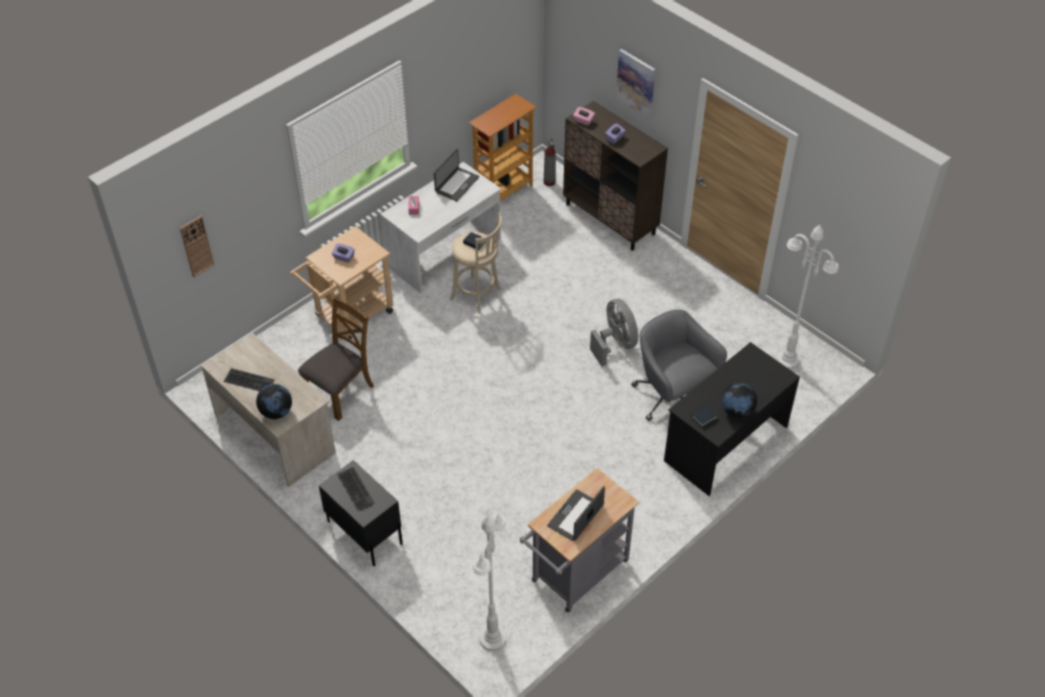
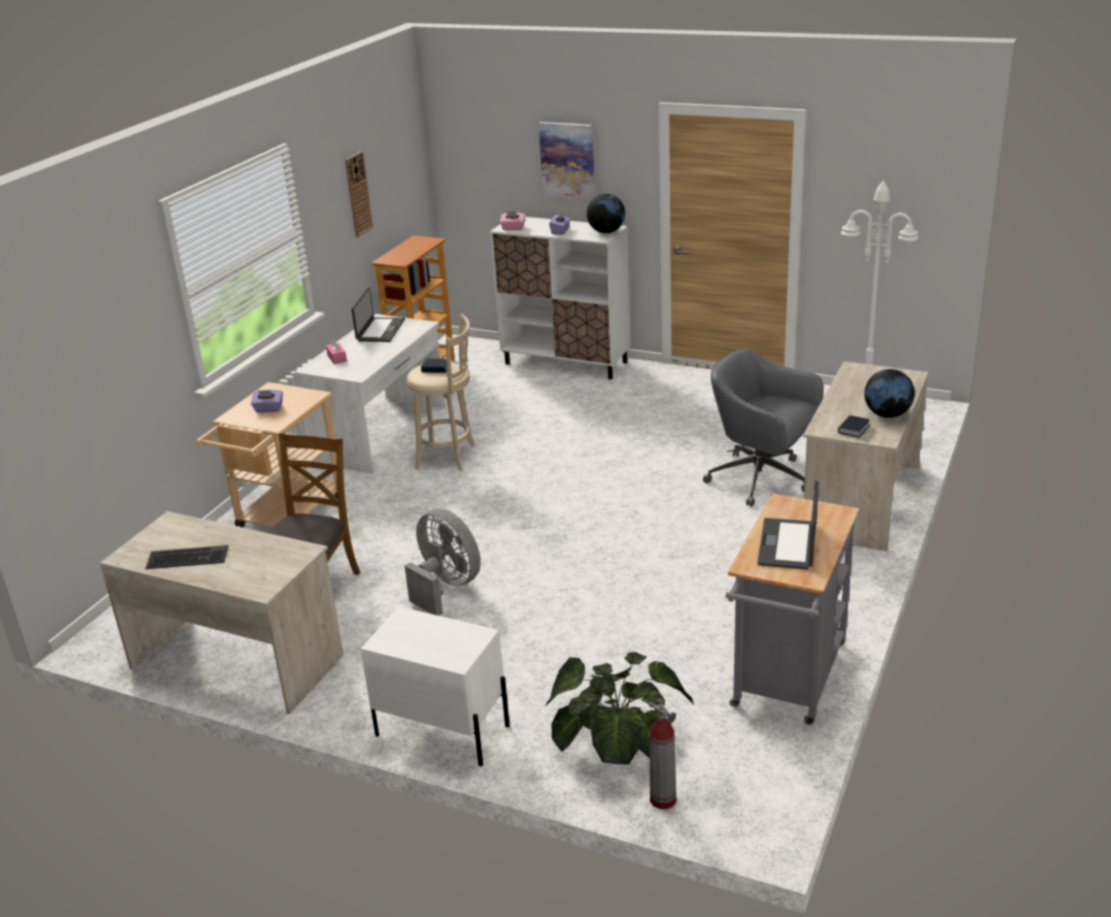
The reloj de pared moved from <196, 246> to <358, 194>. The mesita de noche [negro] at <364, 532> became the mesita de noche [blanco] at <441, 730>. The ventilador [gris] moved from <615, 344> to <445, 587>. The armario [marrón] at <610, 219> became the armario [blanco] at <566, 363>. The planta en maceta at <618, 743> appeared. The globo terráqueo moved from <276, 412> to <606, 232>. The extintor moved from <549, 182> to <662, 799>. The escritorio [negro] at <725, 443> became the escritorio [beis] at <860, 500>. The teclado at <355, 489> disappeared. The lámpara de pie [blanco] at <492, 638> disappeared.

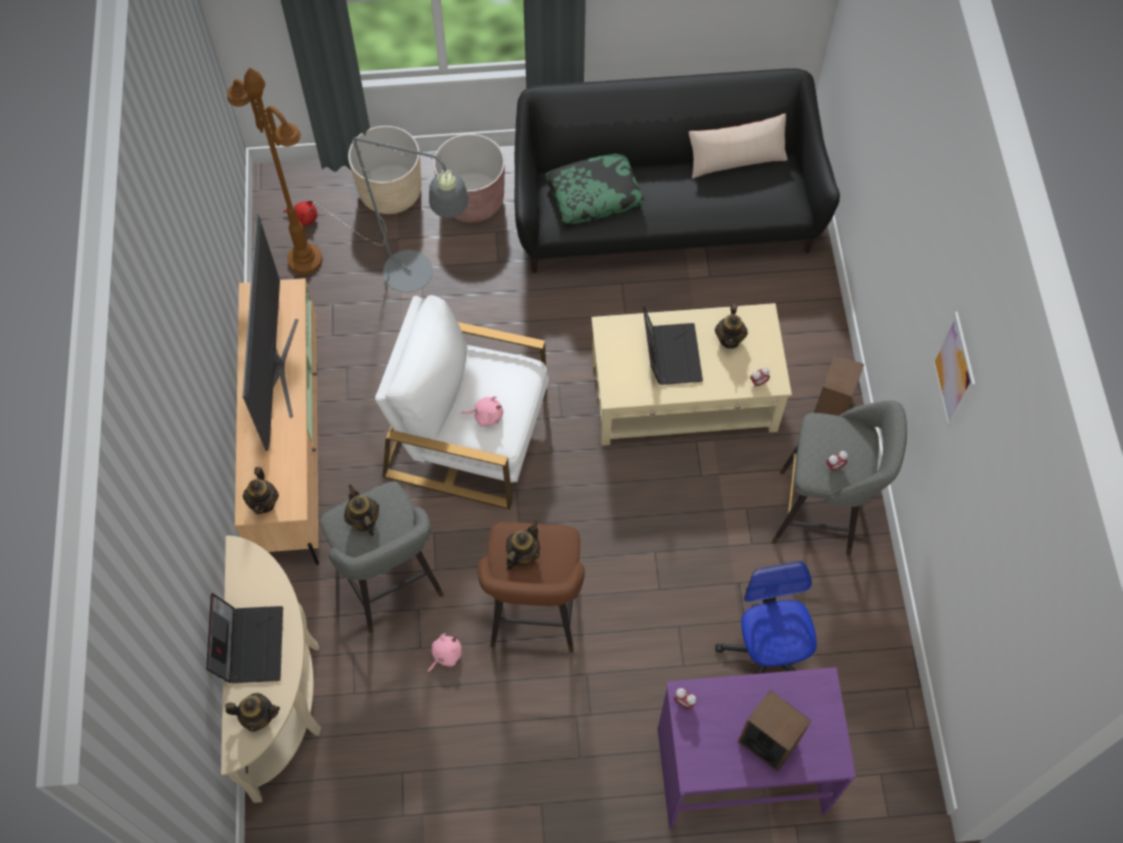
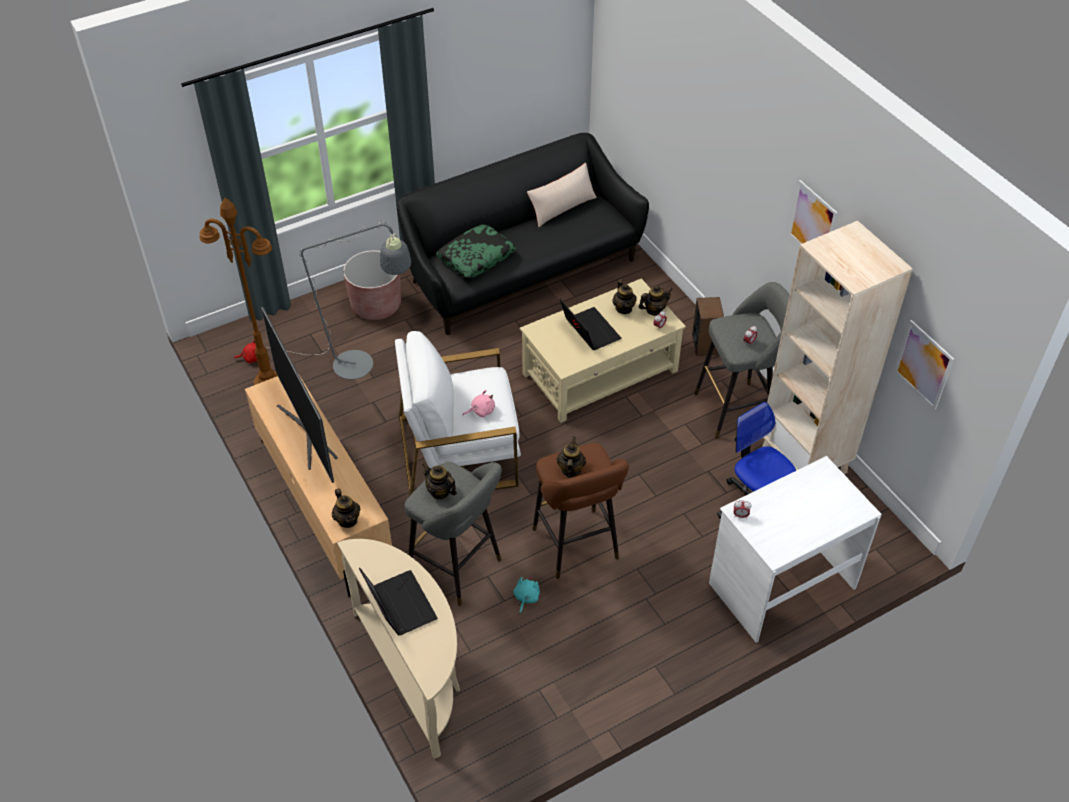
The peluche [rosa] at <445, 655> became the peluche [turquesa] at <526, 598>. The tetera moved from <258, 716> to <654, 310>. The escritorio [morado] at <740, 769> became the escritorio [blanco] at <781, 584>. The estantería [beis] at <804, 461> appeared. The cuadro at <923, 364> appeared. The maceta [beis] at <390, 192> disappeared. The altavoz at <768, 741> disappeared.

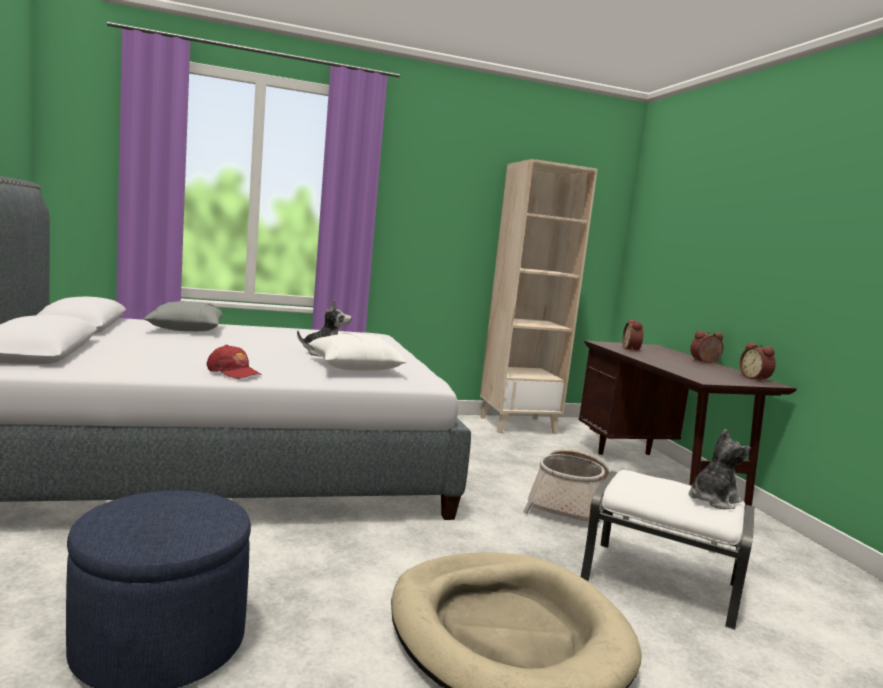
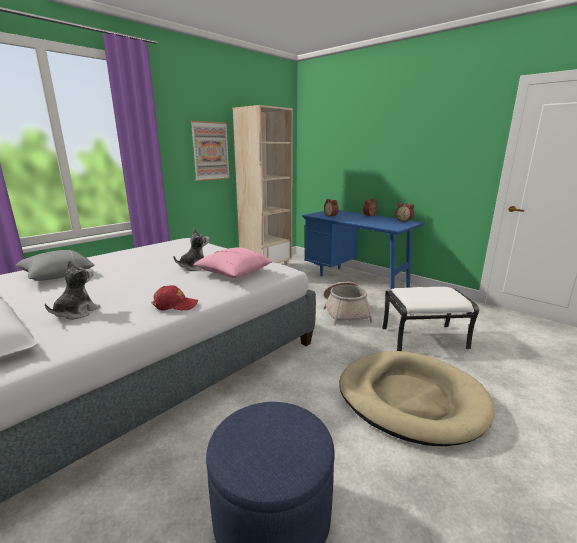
The peluche moved from <712, 500> to <76, 312>. The cuadro at <210, 151> appeared. The cojín [blanco] at <354, 367> became the cojín [rosa] at <234, 273>. The escritorio [marrón] at <658, 475> became the escritorio [azul] at <356, 279>.

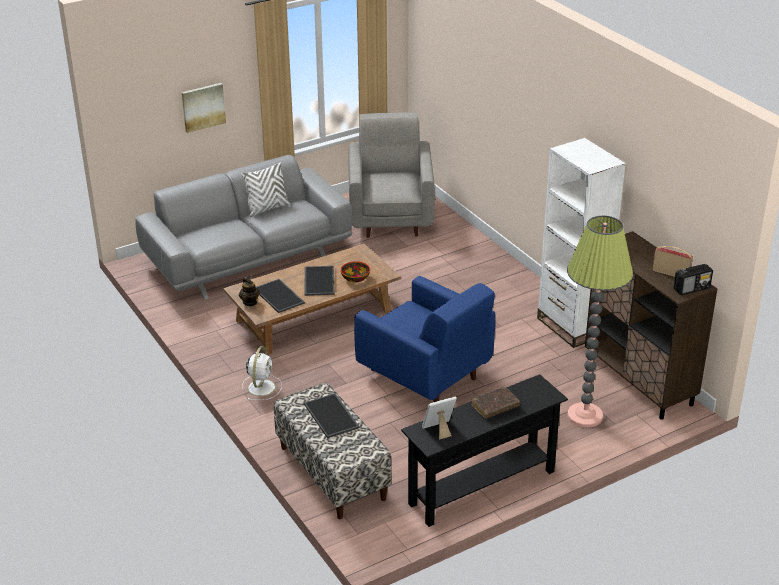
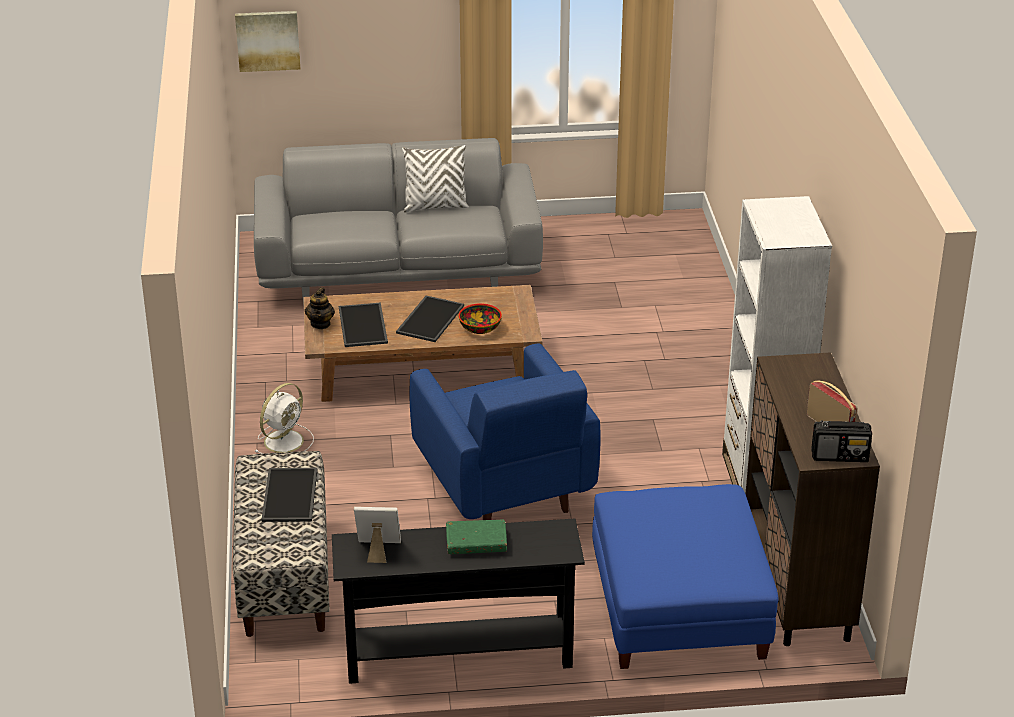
The cuadro moved from <203, 107> to <268, 40>. The libro [marrón] at <495, 407> became the libro [verde] at <476, 543>. The lámpara de pie at <585, 416> was replaced by the puf [azul] at <678, 607>. The sillón [gris] at <391, 216> disappeared.

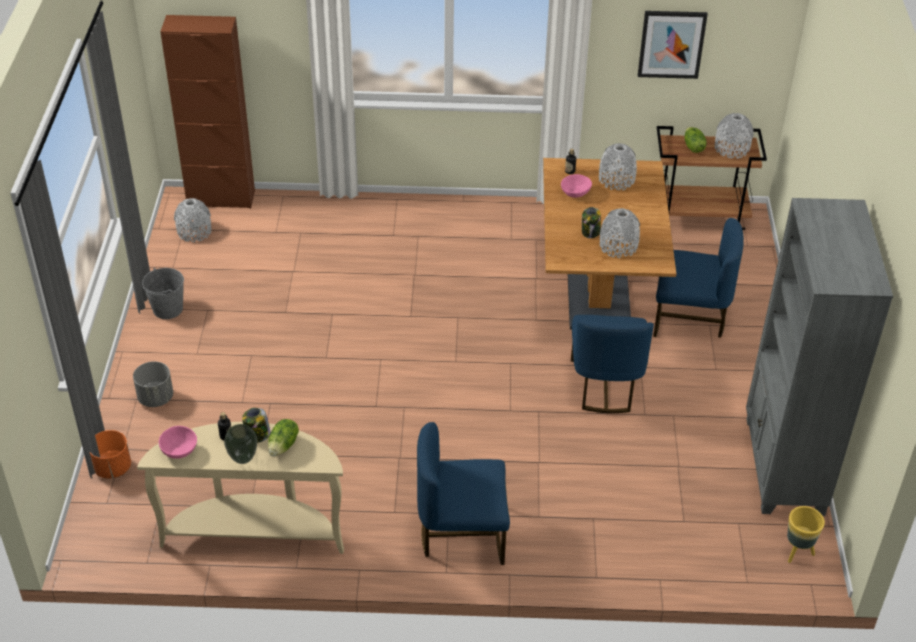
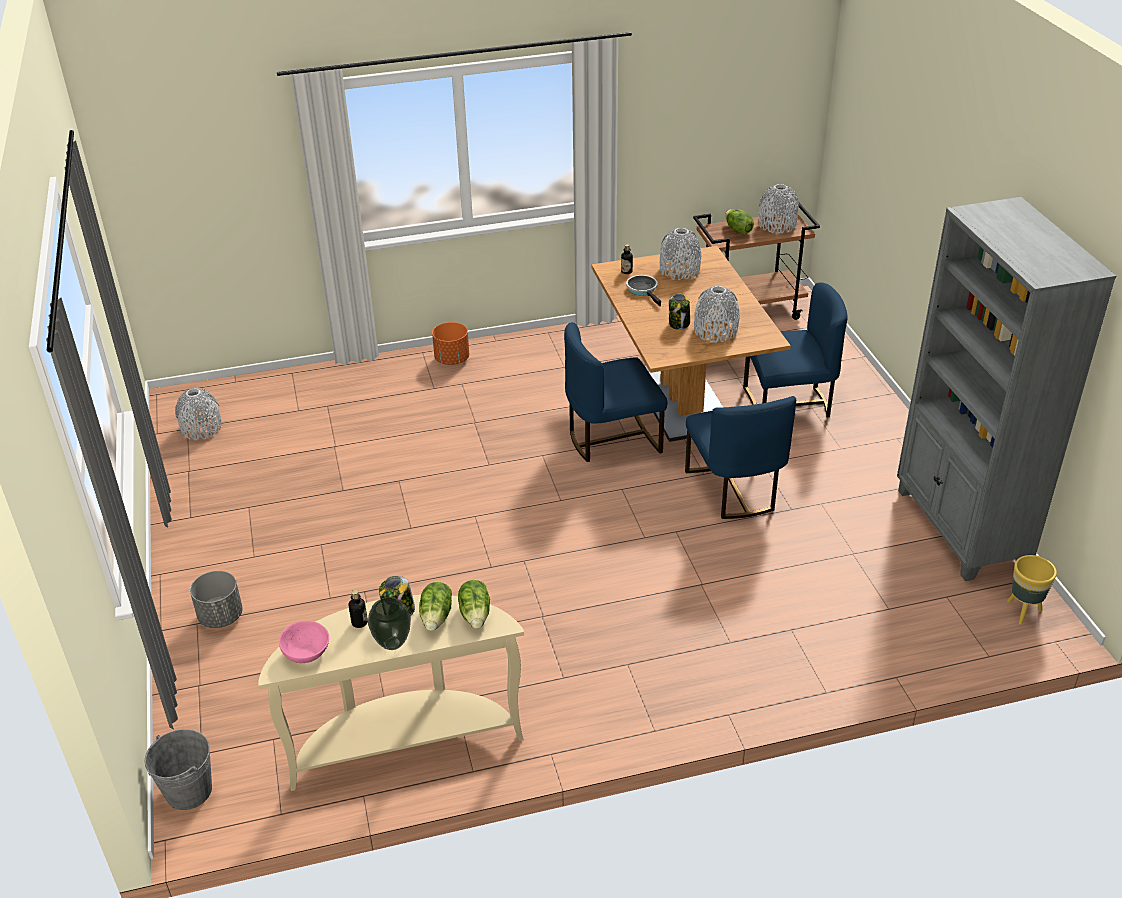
The cubo [gris] moved from <168, 309> to <188, 791>. The maceta [naranja] moved from <112, 468> to <451, 359>. The lechuga at <476, 614> appeared. The silla [azul] moved from <462, 534> to <613, 439>. The cuenco [rosa] at <575, 193> was replaced by the sartén at <643, 290>. The armario [marrón] at <221, 198> disappeared. The cuadro at <671, 44> disappeared.

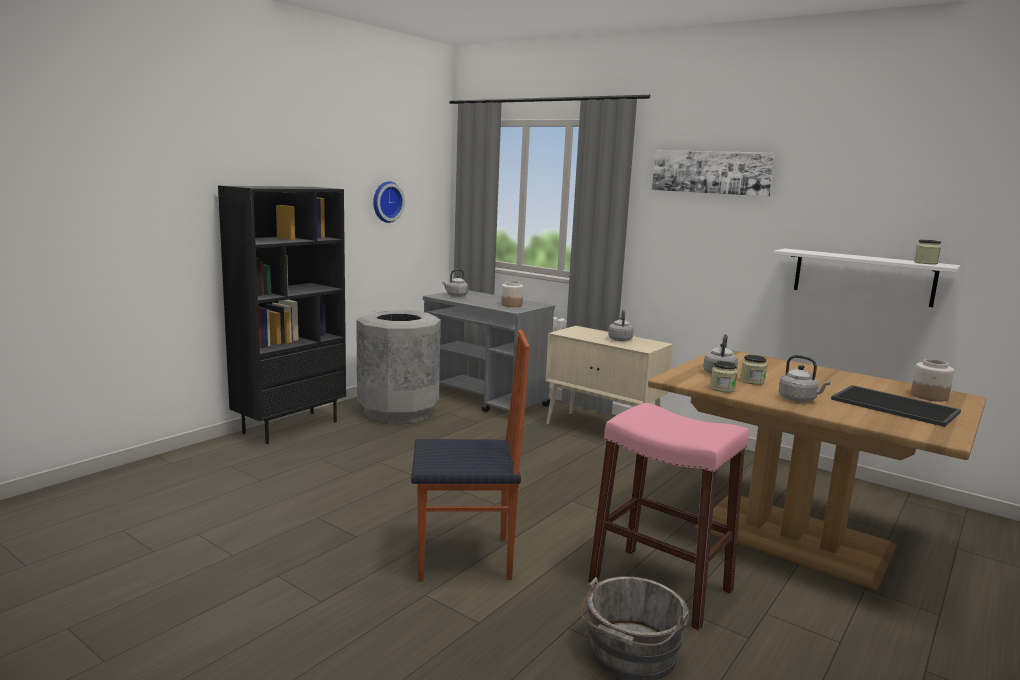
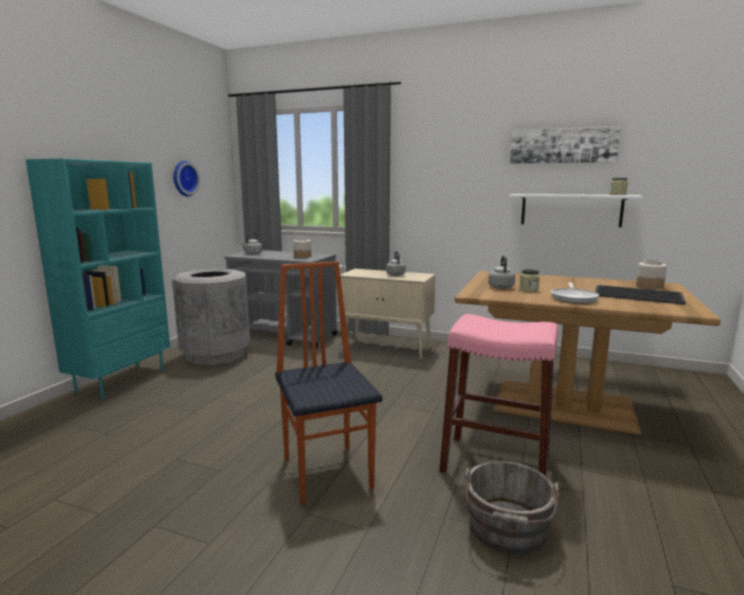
The estantería [negro] at <290, 427> became the estantería [turquesa] at <121, 380>. The silla at <465, 559> turned 90 degrees counterclockwise. The cuadro moved from <711, 172> to <562, 145>. The hervidor [gris] at <799, 399> was replaced by the sartén at <574, 298>. The tarro at <722, 389> disappeared.

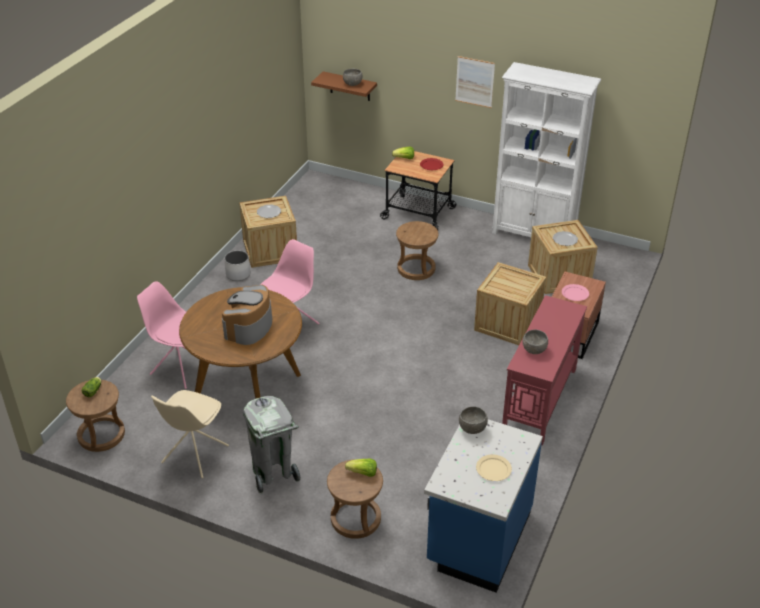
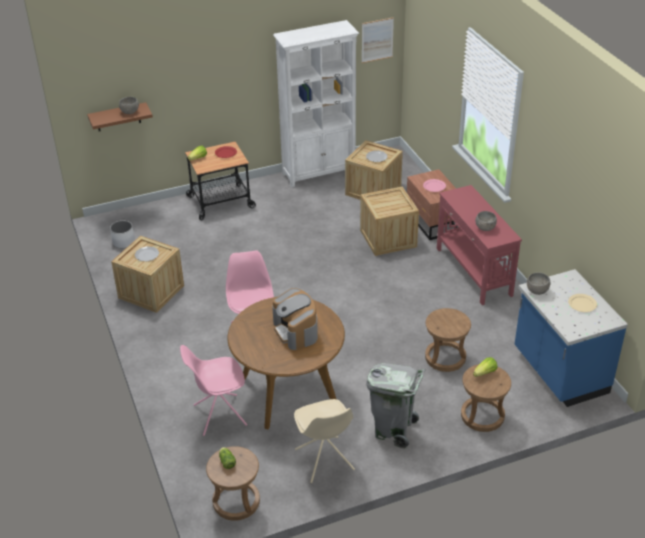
The maceta [blanco] moved from <238, 274> to <123, 242>. The cuadro moved from <474, 82> to <377, 40>. The taburete [marrón] moved from <416, 268> to <445, 357>.

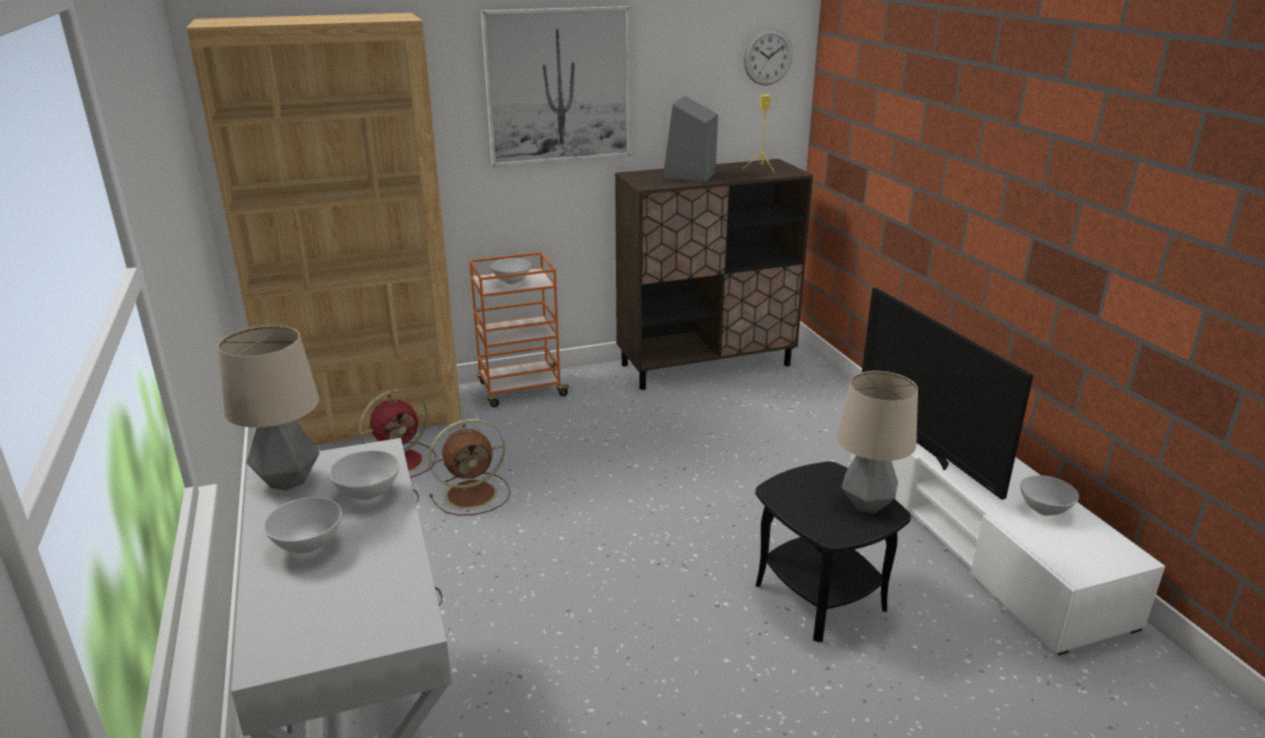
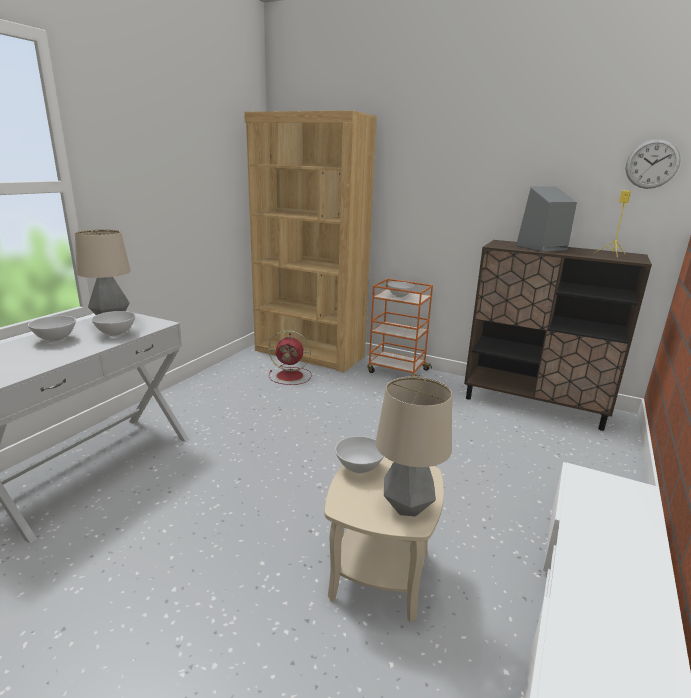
The mesa auxiliar [negro] at <819, 596> became the mesa auxiliar [beis] at <379, 574>. The cuenco [blanco] moved from <1043, 511> to <358, 469>. The ventilador [marrón] at <473, 494> disappeared. The cuadro at <558, 86> disappeared. The televisor at <926, 450> disappeared.

